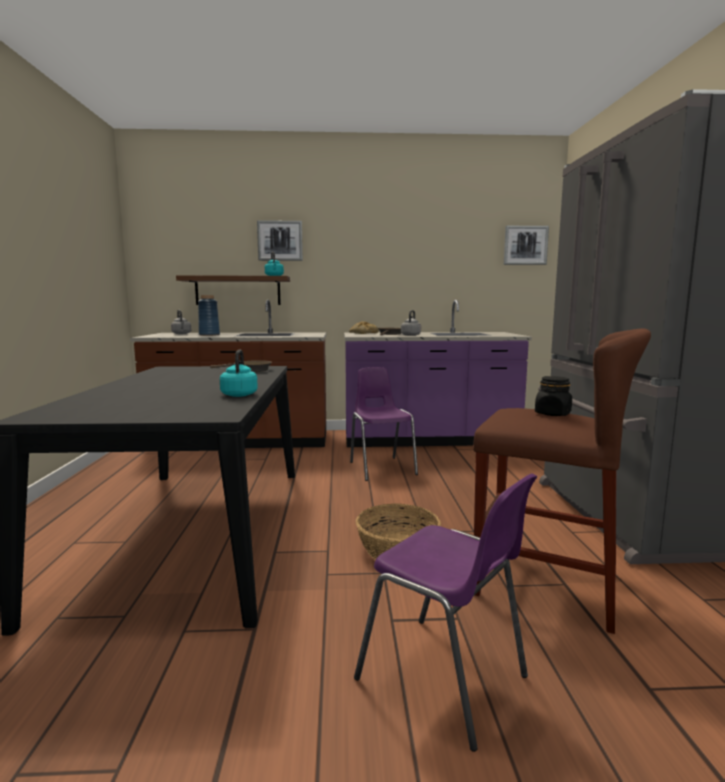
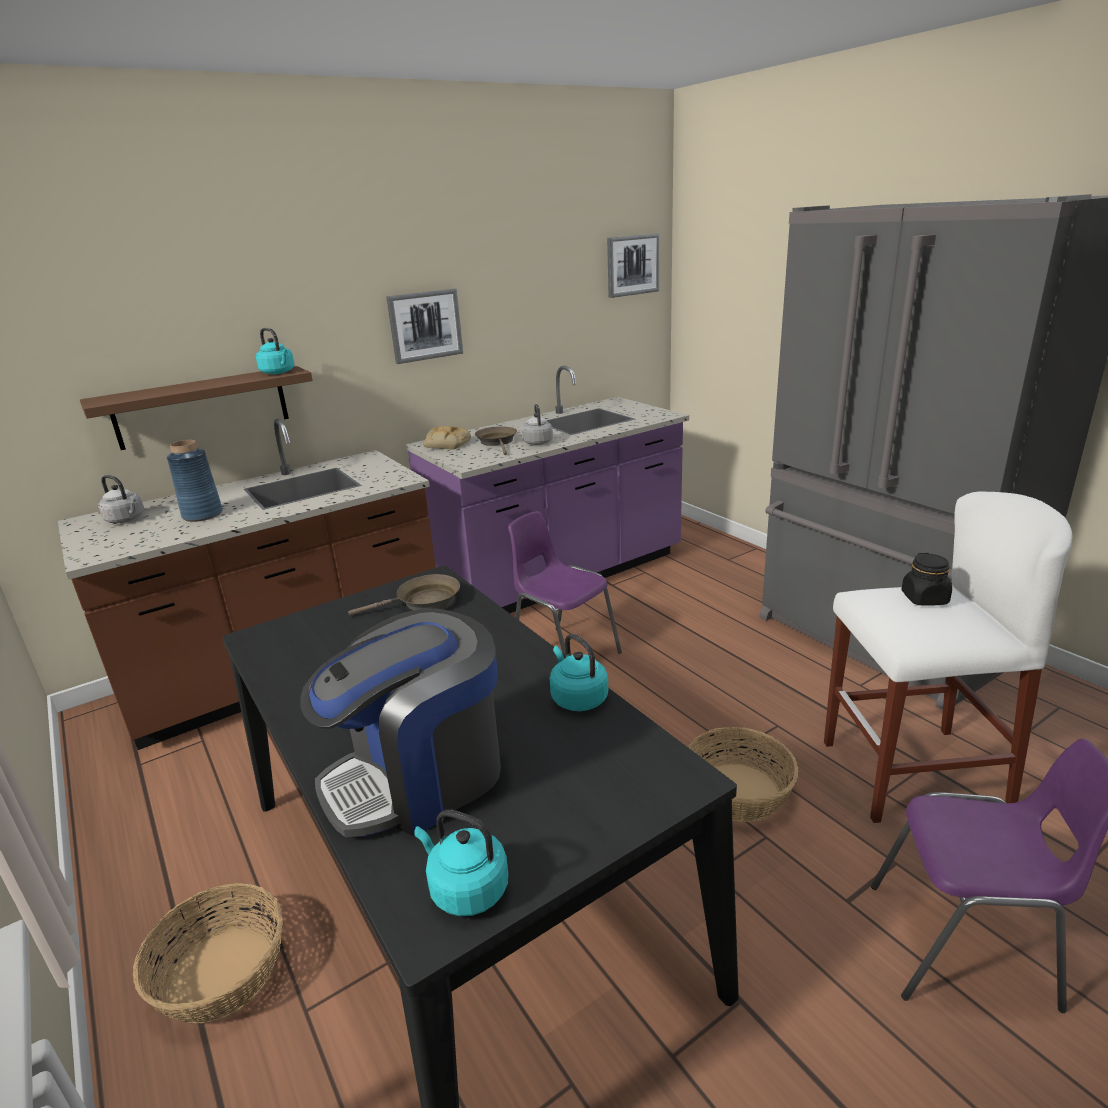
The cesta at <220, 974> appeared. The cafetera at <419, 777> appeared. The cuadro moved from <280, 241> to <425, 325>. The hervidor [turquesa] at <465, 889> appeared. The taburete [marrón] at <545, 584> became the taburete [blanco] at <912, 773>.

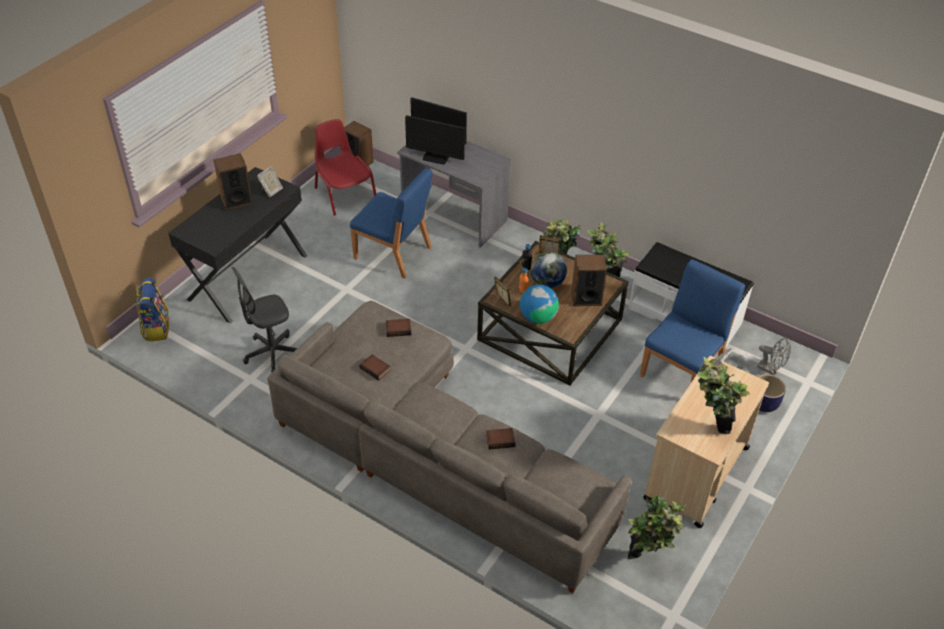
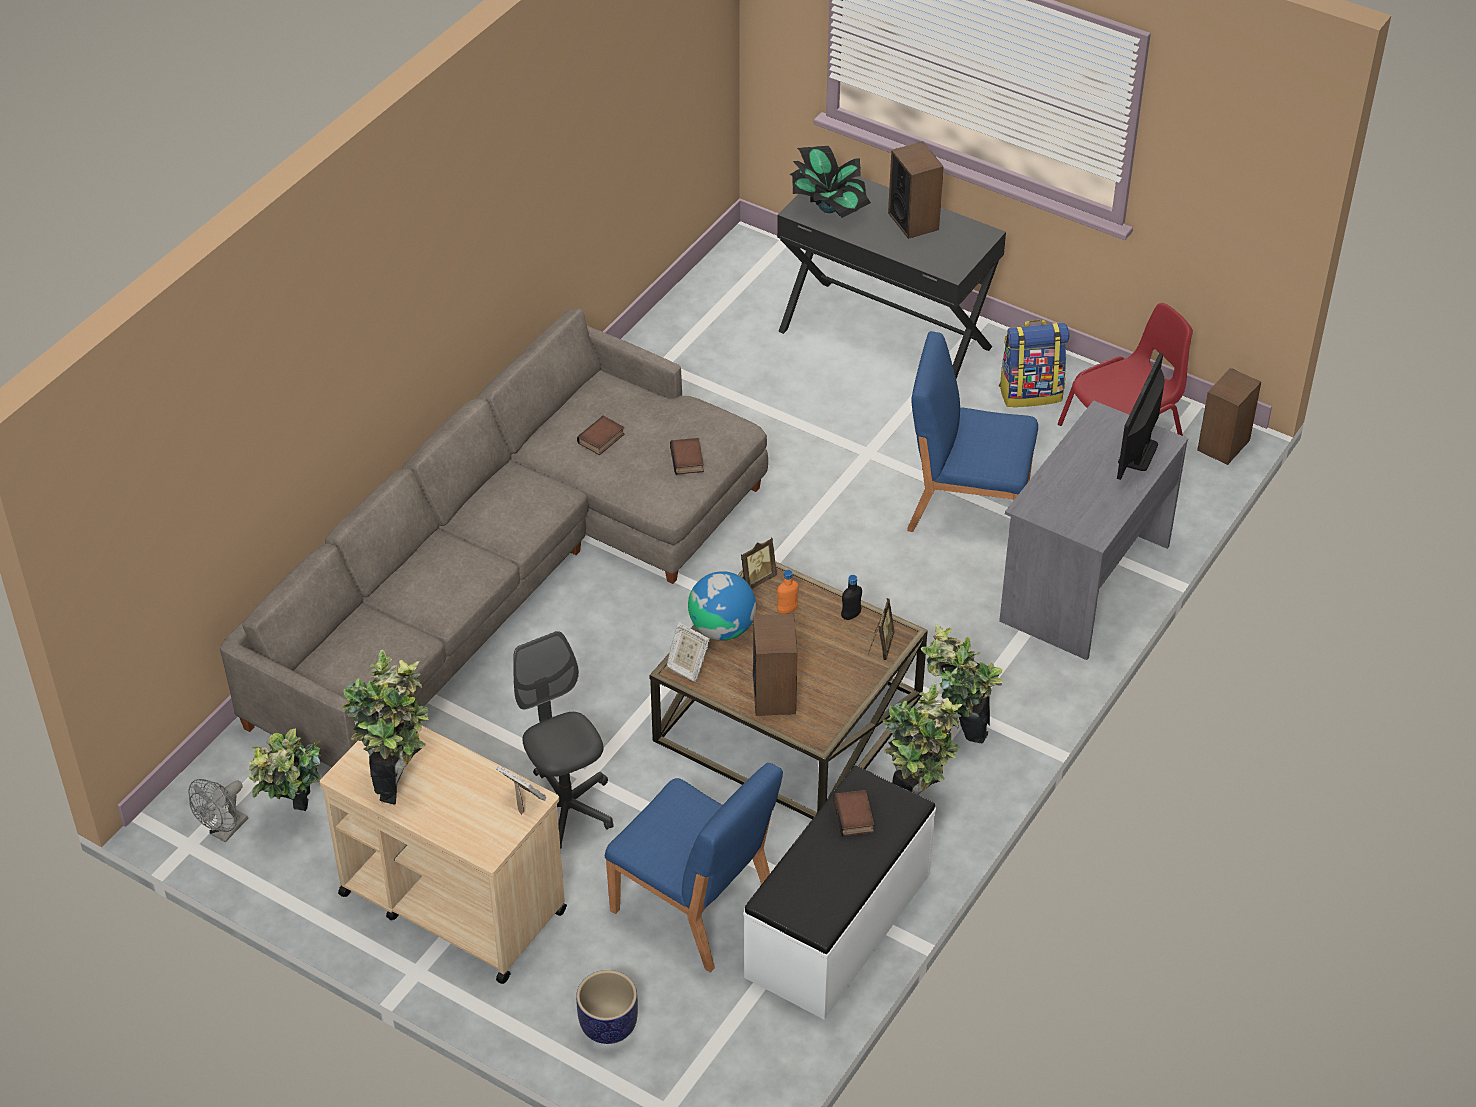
The ventilador [gris] moved from <771, 369> to <225, 831>. The silla de oficina [gris] moved from <272, 353> to <565, 810>. The portarretratos moved from <271, 191> to <687, 667>. The planta en maceta at <828, 207> appeared. The libro moved from <500, 440> to <855, 817>. The silla [azul] at <393, 253> turned 75 degrees clockwise. The mochila moved from <156, 328> to <1031, 393>. The monitor at <435, 157> disappeared. The globo terráqueo at <547, 283> disappeared.

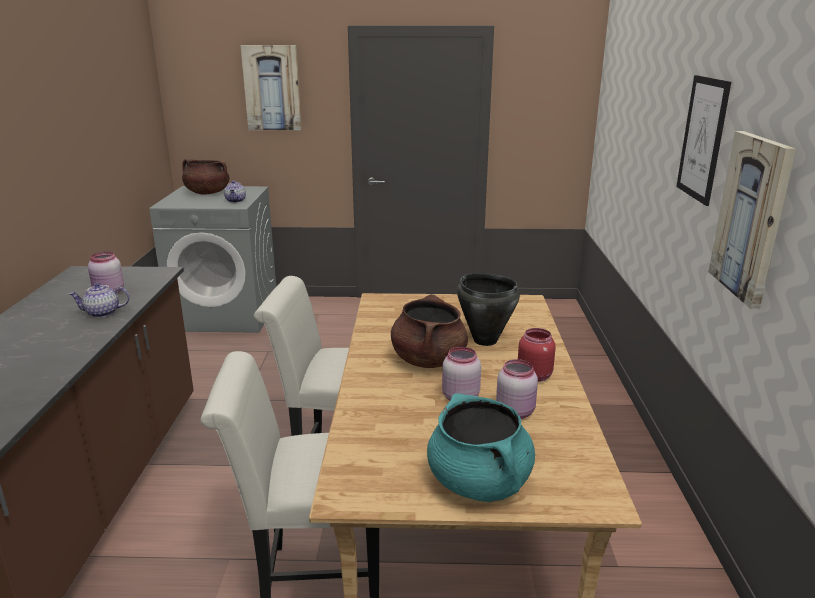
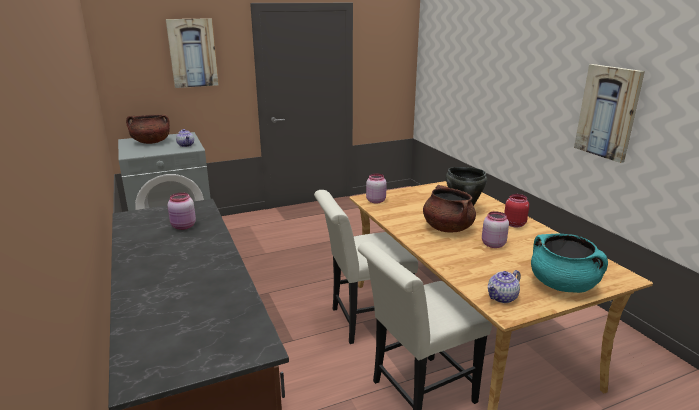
The tarro [rosa] moved from <515, 412> to <376, 200>. The tetera moved from <102, 313> to <502, 297>. The cuadro at <702, 139> disappeared.

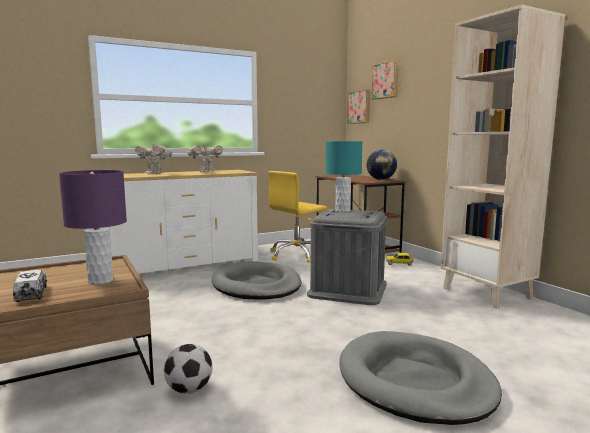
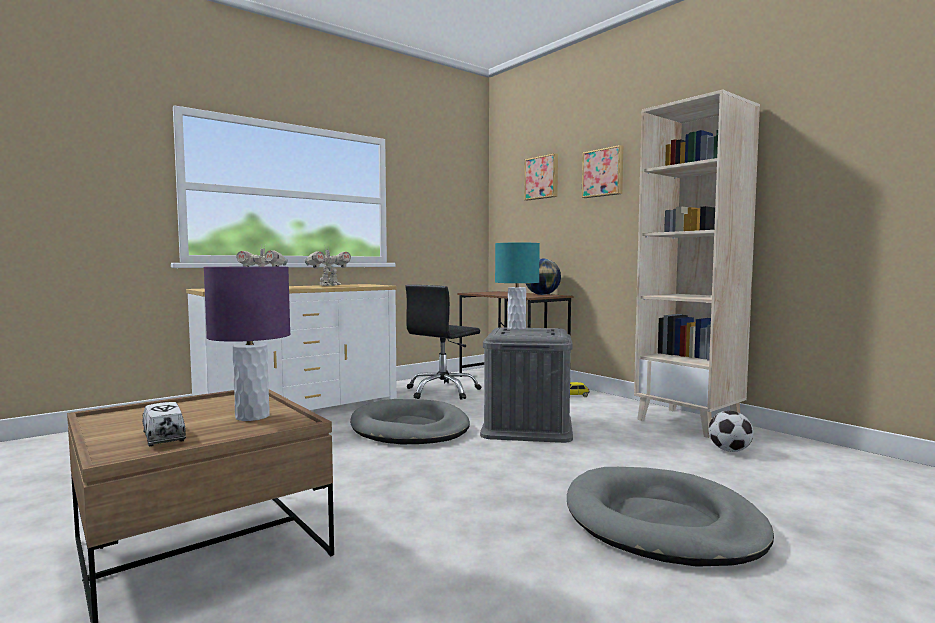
The silla de oficina [amarillo] at <297, 255> became the silla de oficina [negro] at <443, 391>. The cuadro moved from <359, 107> to <603, 172>. The balón de fútbol moved from <189, 390> to <729, 450>.

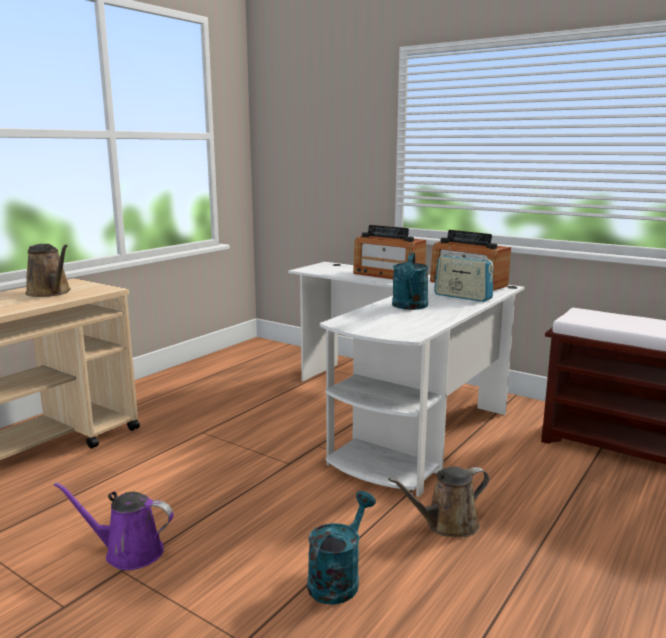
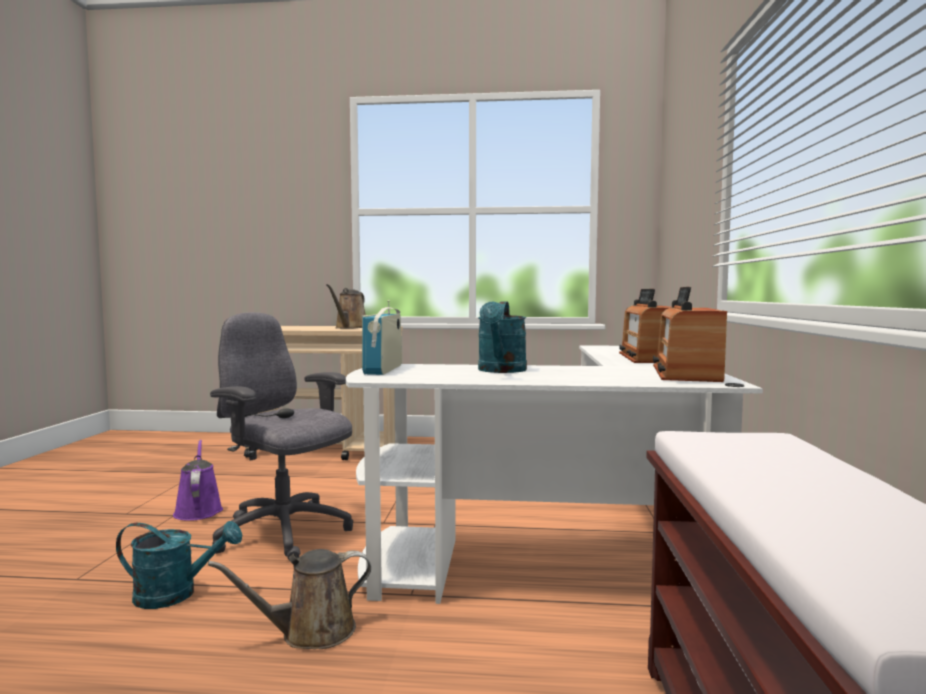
The regadera [marrón] at <447, 524> turned 60 degrees counterclockwise. The silla de oficina [gris] at <284, 534> appeared. The radio moved from <462, 297> to <383, 369>. The regadera [turquesa] at <409, 307> turned 60 degrees counterclockwise.

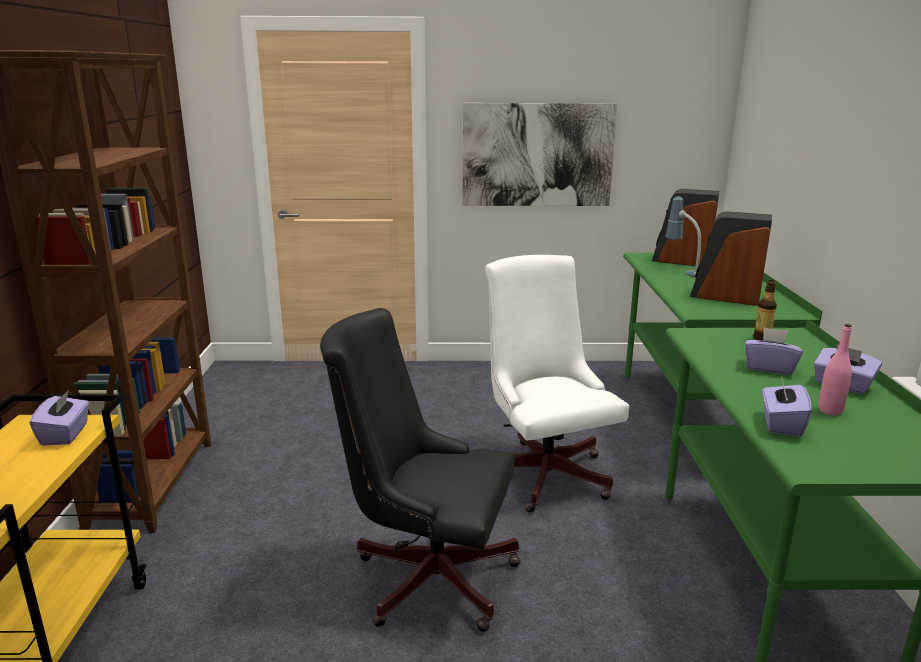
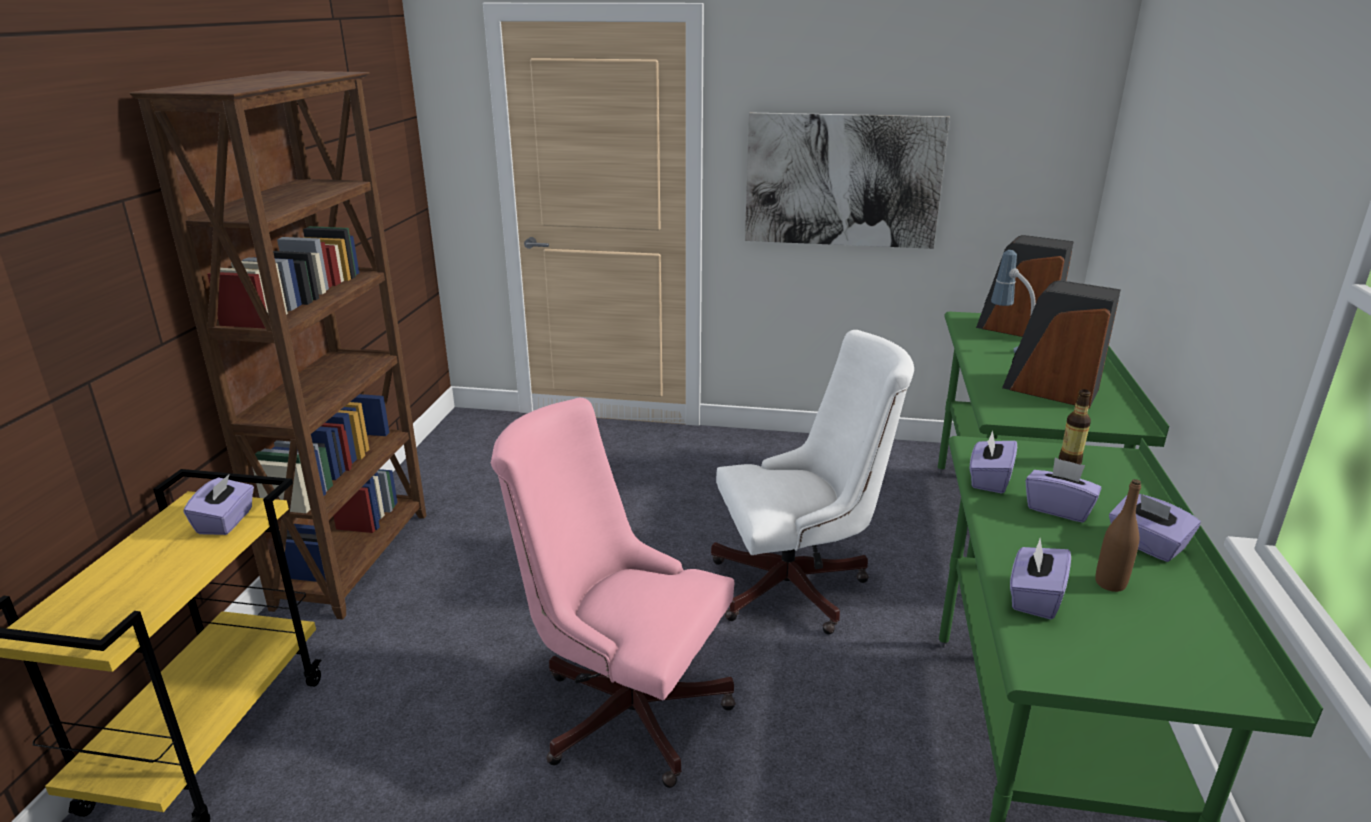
The silla de oficina [negro] at <426, 575> became the silla de oficina [rosa] at <623, 707>. The silla de oficina [blanco] at <543, 470> turned 90 degrees clockwise. The caja de pañuelos [morado] at <989, 480> appeared. The botella [rosa] at <830, 411> became the botella [marrón] at <1110, 583>.

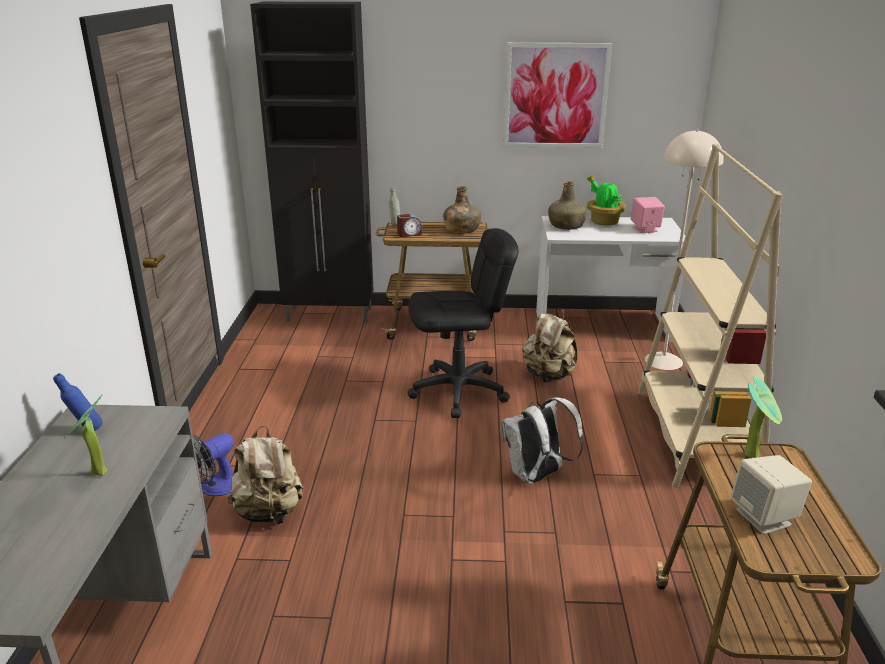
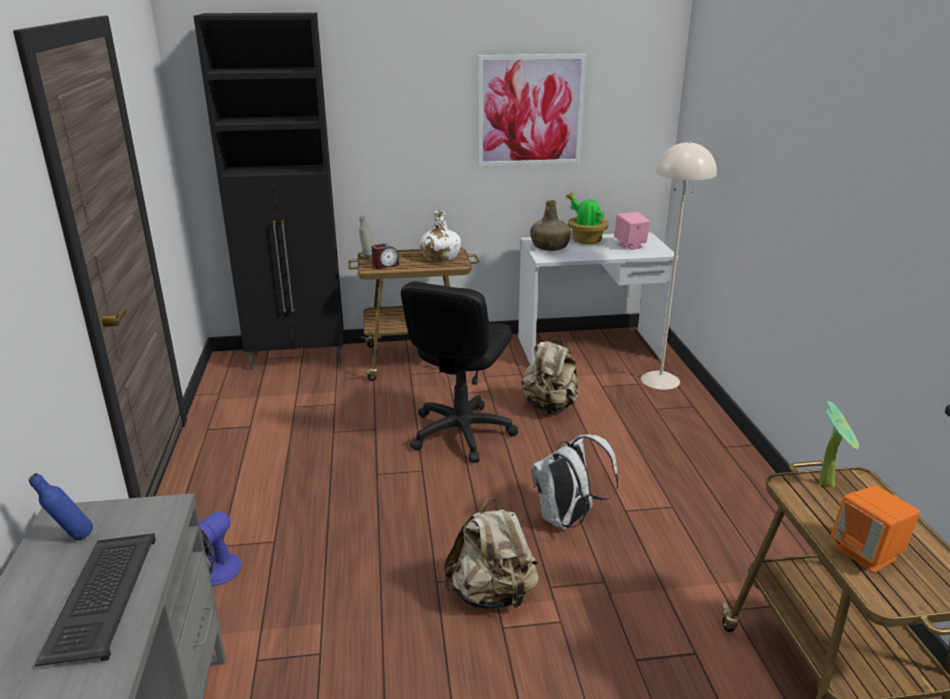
The planta en maceta at <96, 475> was replaced by the teclado at <101, 596>. The silla de oficina [negro] at <459, 391> turned 135 degrees clockwise. The botella [verde] at <461, 230> became the botella [blanco] at <440, 257>. The mochila [beis] moved from <269, 512> to <492, 594>. The altavoz [beis] at <764, 517> became the altavoz [naranja] at <867, 553>. The estantería [beis] at <695, 436> disappeared.

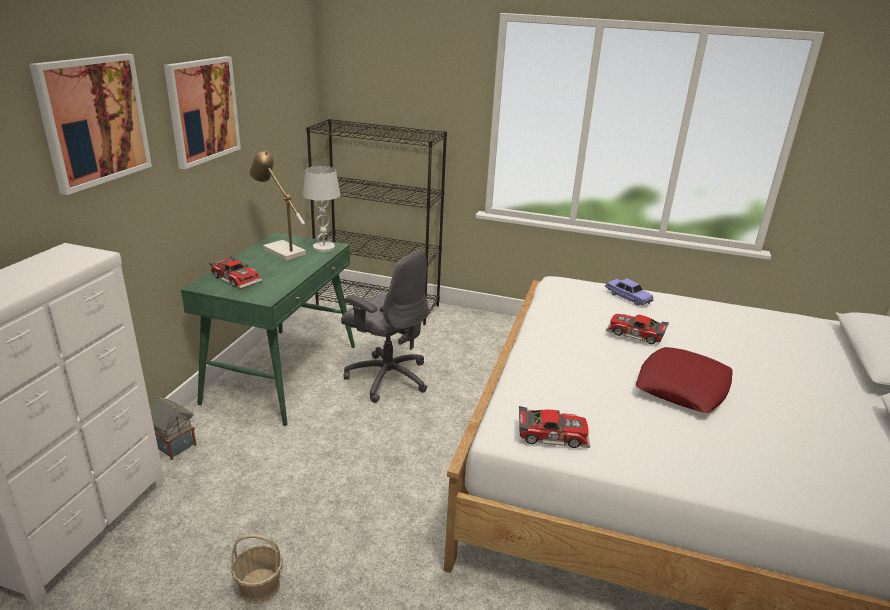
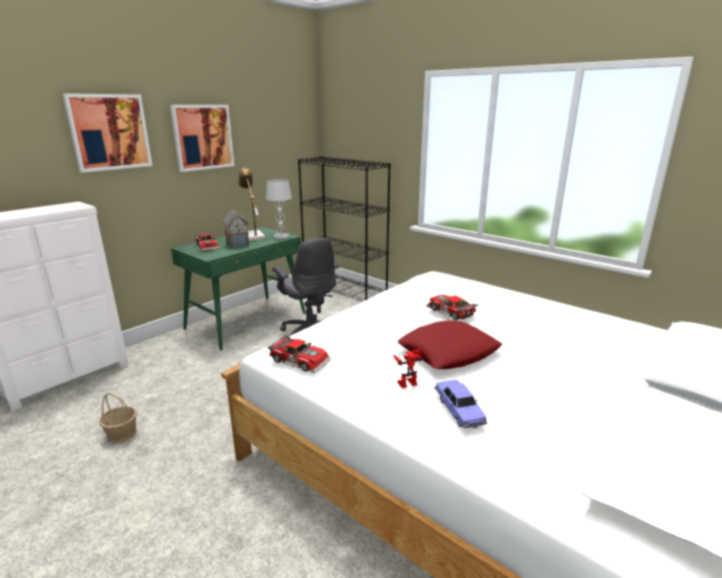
The casita moved from <175, 446> to <237, 244>. The robot de juguete at <407, 381> appeared. The coche de juguete moved from <628, 297> to <459, 410>.

